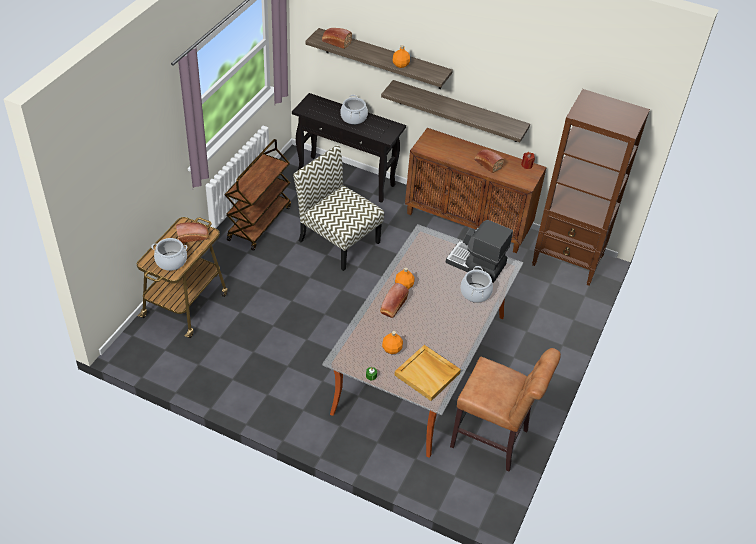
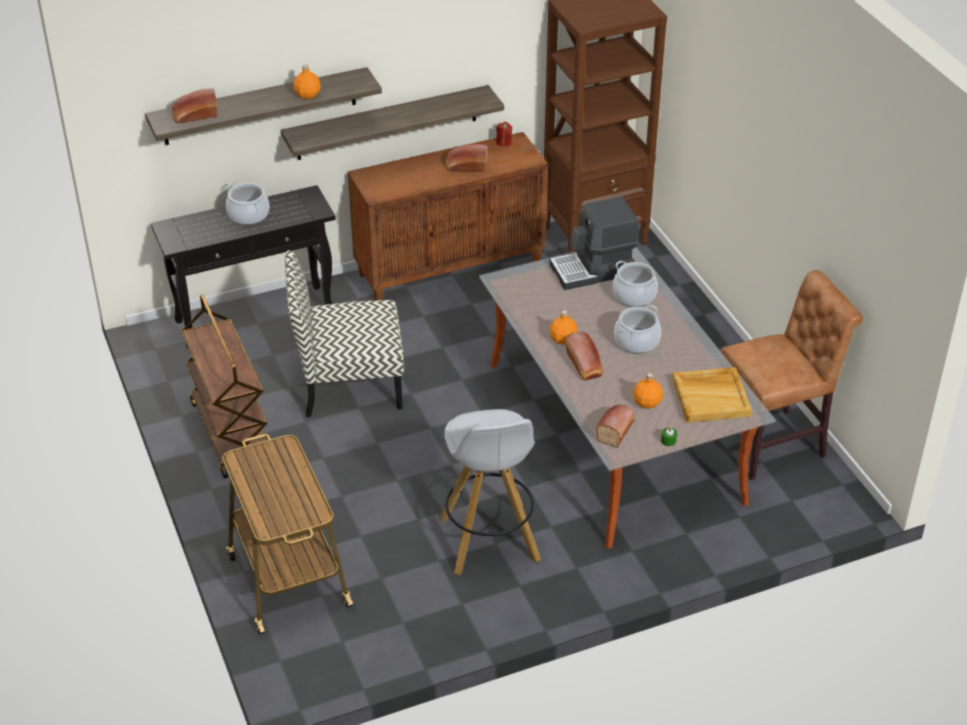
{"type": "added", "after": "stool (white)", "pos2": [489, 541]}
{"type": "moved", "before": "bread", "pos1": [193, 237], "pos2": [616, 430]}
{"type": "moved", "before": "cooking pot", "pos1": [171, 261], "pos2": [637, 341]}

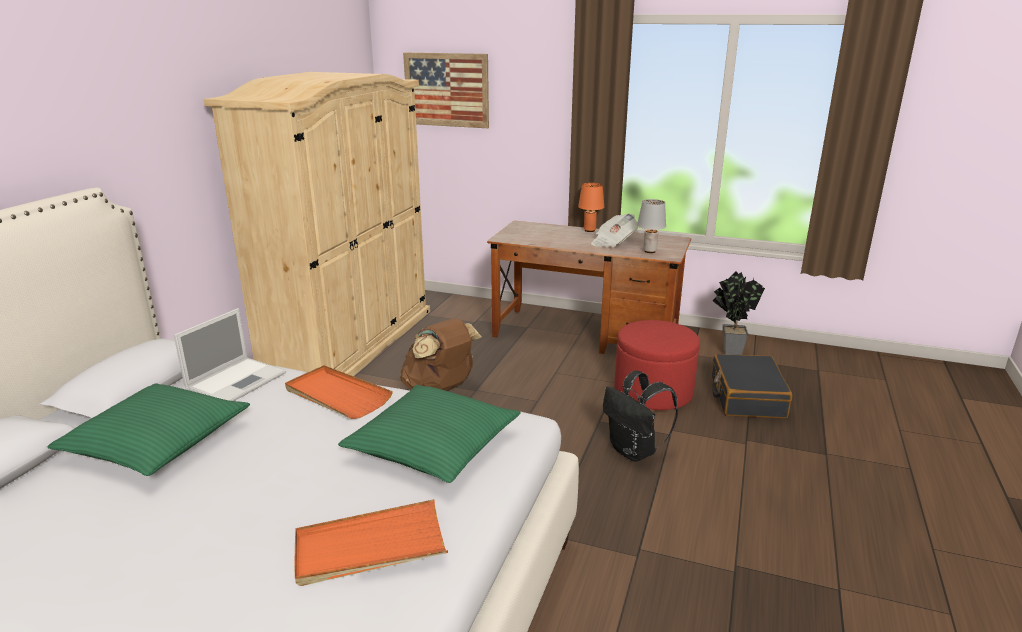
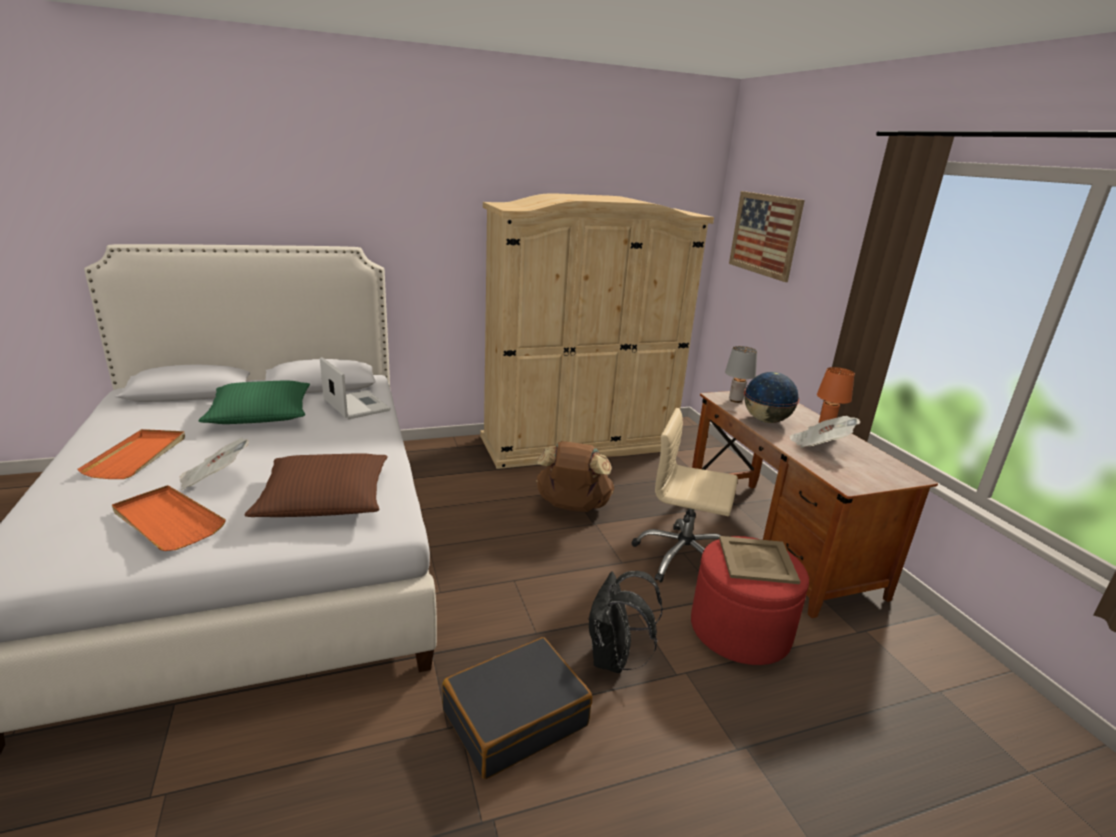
{"type": "moved", "before": "tray (orange)", "pos1": [337, 395], "pos2": [138, 456]}
{"type": "added", "after": "newspaper", "pos2": [214, 479]}
{"type": "recoloured", "before": "pillow (green)", "after": "pillow (brown)", "pos1": [433, 446], "pos2": [324, 499]}
{"type": "turned", "before": "laptop", "pos1": [238, 380], "pos2": [355, 405], "turn": -120}
{"type": "moved", "before": "suitcase (black)", "pos1": [746, 397], "pos2": [515, 717]}
{"type": "added", "after": "office chair (beige)", "pos2": [682, 557]}
{"type": "added", "after": "tray (beige)", "pos2": [756, 560]}
{"type": "moved", "before": "table lamp (grey)", "pos1": [650, 251], "pos2": [735, 400]}
{"type": "added", "after": "globe", "pos2": [766, 421]}
{"type": "removed", "before": "potted plant", "pos1": [728, 351]}

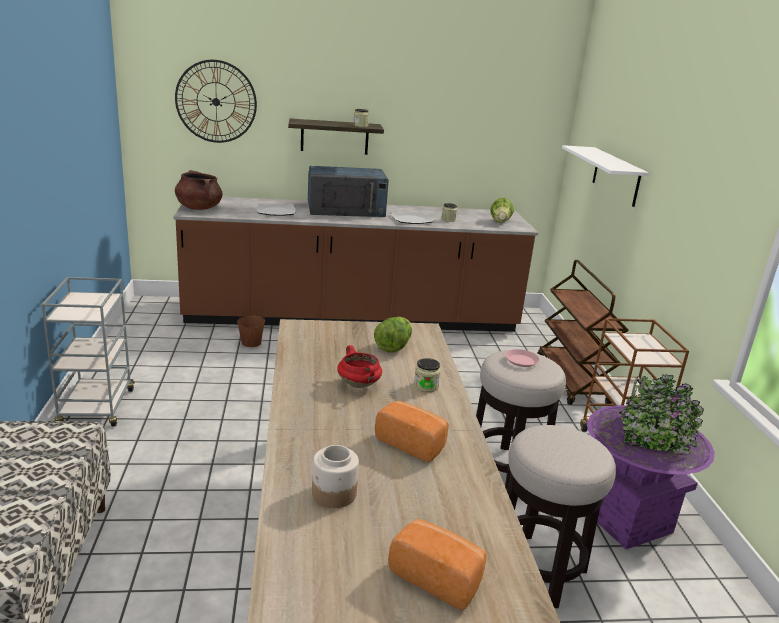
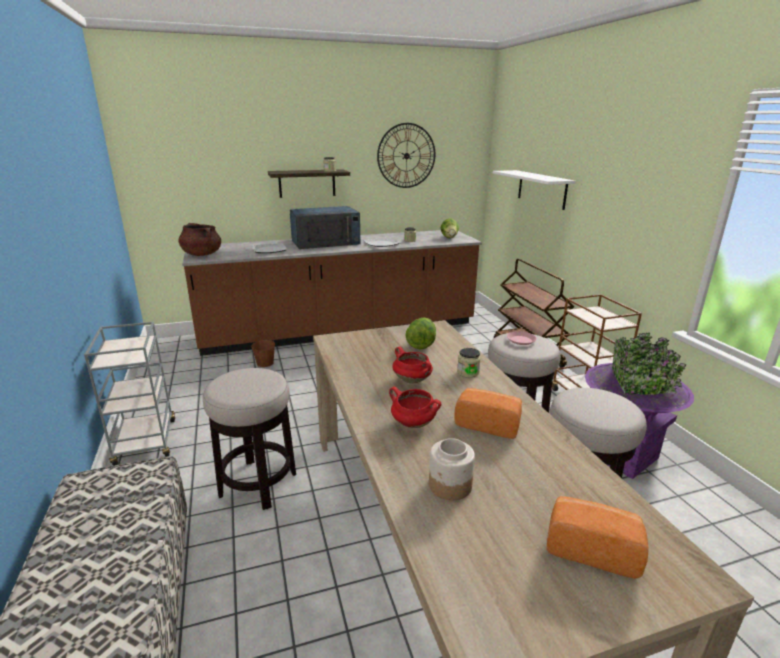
{"type": "added", "after": "stool", "pos2": [258, 484]}
{"type": "moved", "before": "wall clock", "pos1": [216, 102], "pos2": [406, 156]}
{"type": "added", "after": "cooking pot (red)", "pos2": [412, 424]}

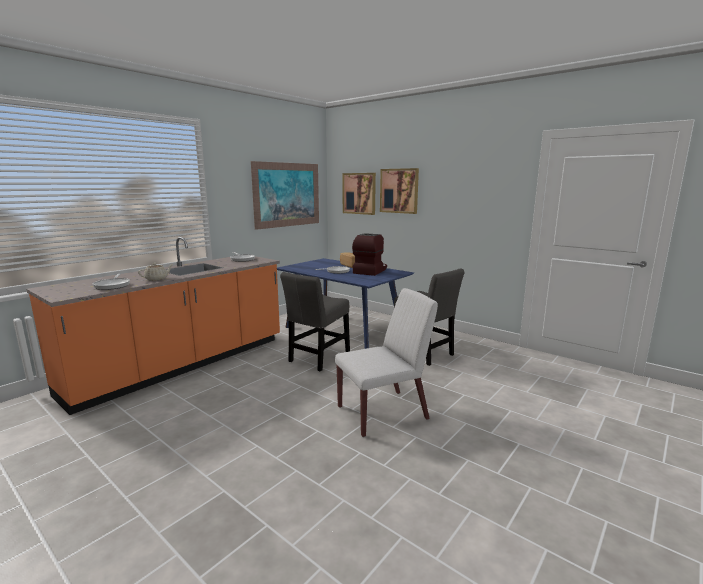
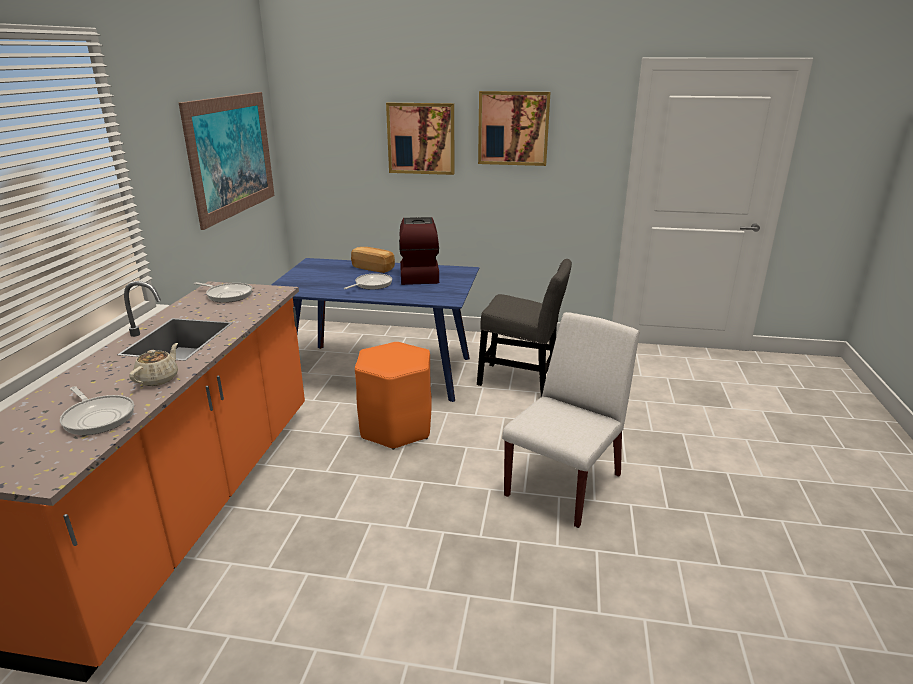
{"type": "replaced", "before": "chair (grey)", "after": "stool (orange)", "pos1": [318, 358], "pos2": [396, 428]}
{"type": "moved", "before": "picture", "pos1": [359, 193], "pos2": [513, 128]}

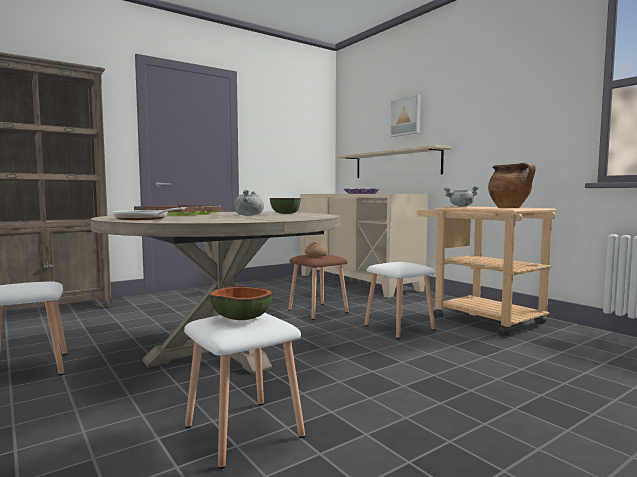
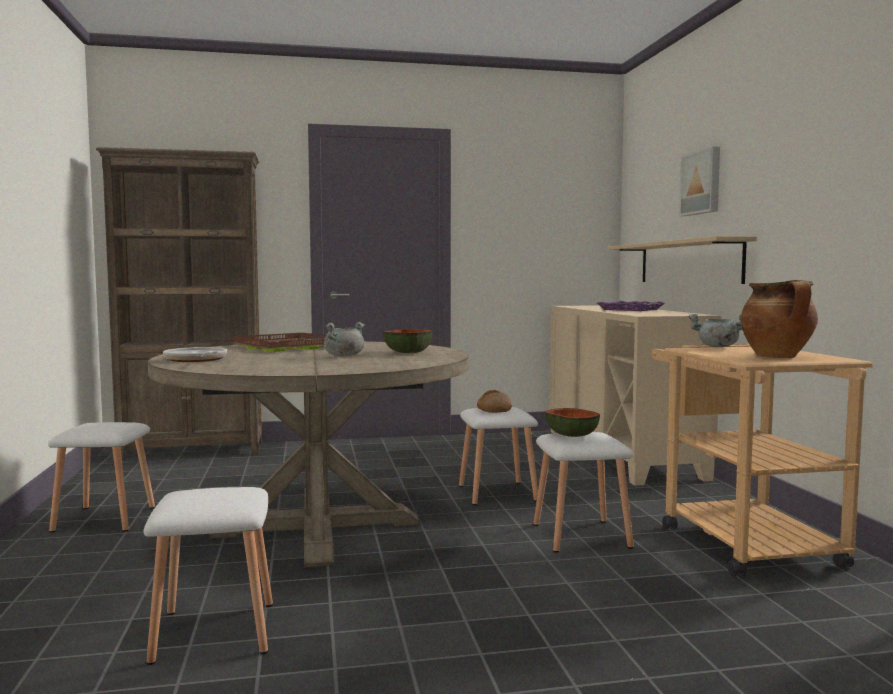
{"type": "recoloured", "before": "stool (brown)", "after": "stool (white)", "pos1": [319, 311], "pos2": [498, 493]}
{"type": "moved", "before": "bowl", "pos1": [240, 318], "pos2": [571, 435]}

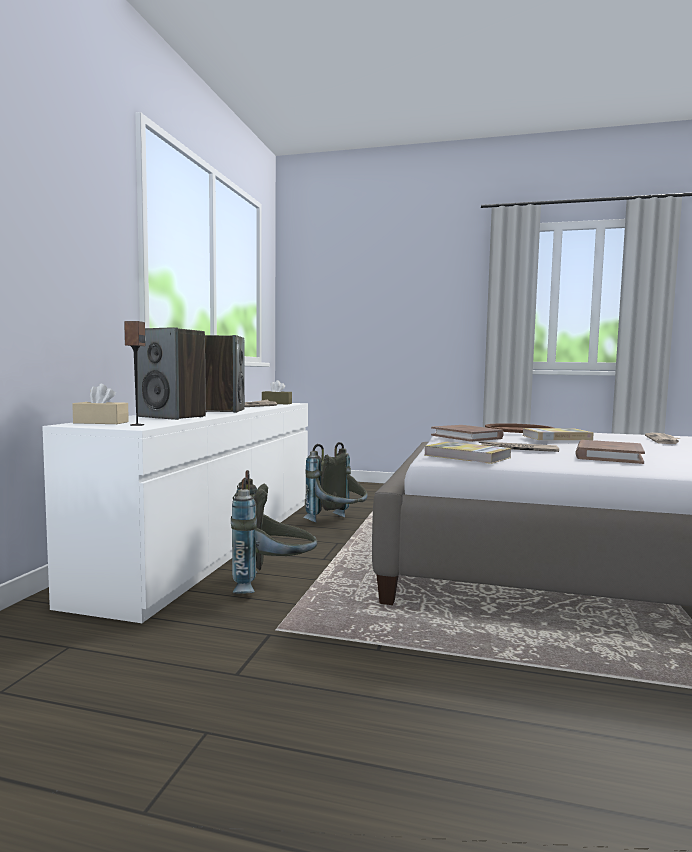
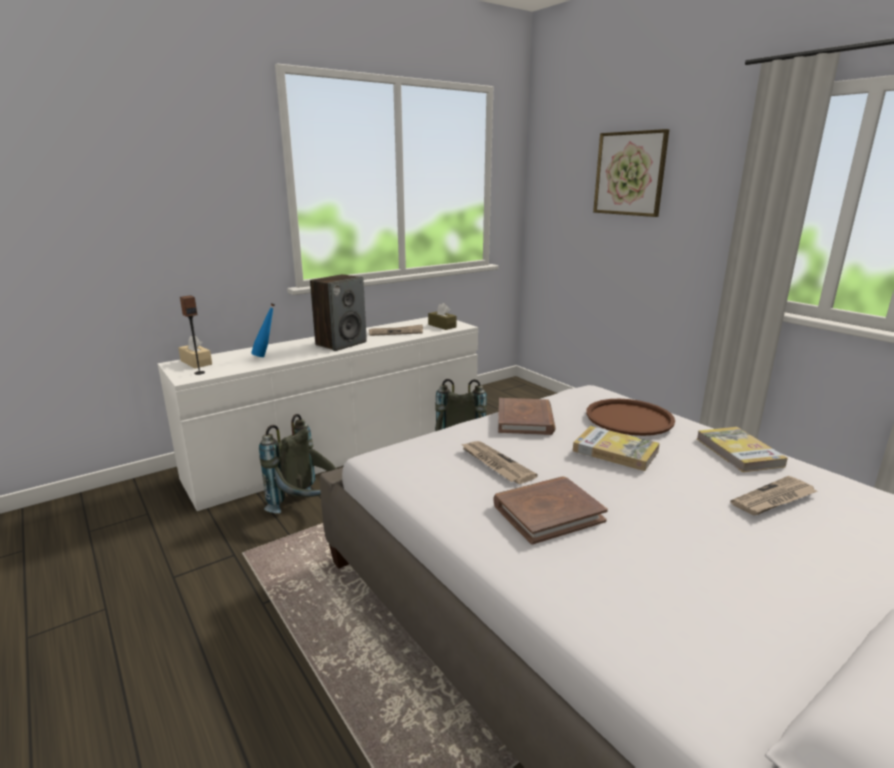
{"type": "replaced", "before": "speaker", "after": "bottle (blue)", "pos1": [172, 417], "pos2": [266, 356]}
{"type": "added", "after": "picture", "pos2": [630, 173]}
{"type": "moved", "before": "book", "pos1": [467, 456], "pos2": [738, 452]}

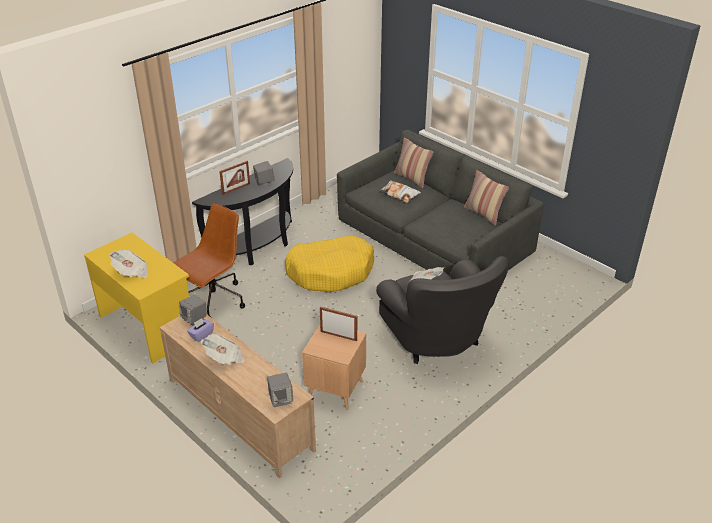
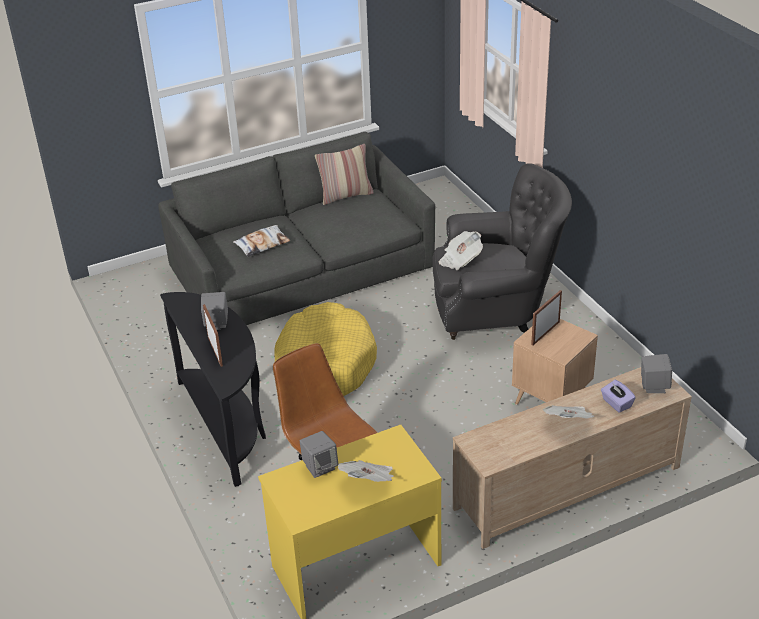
{"type": "moved", "before": "speaker (grey)", "pos1": [194, 319], "pos2": [320, 467]}
{"type": "moved", "before": "tissue box (purple)", "pos1": [201, 335], "pos2": [616, 403]}
{"type": "removed", "before": "pillow", "pos1": [412, 178]}

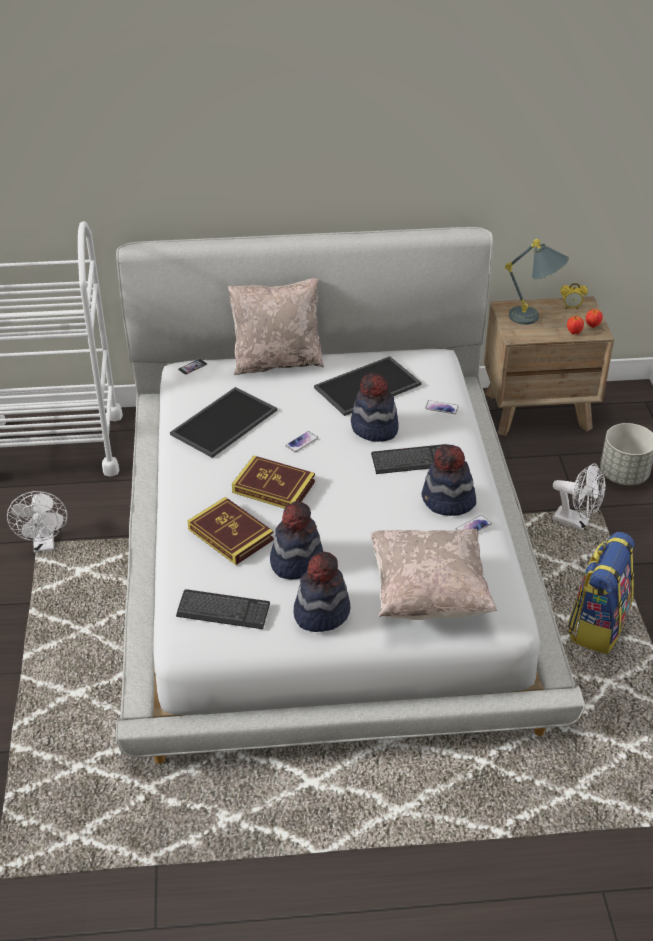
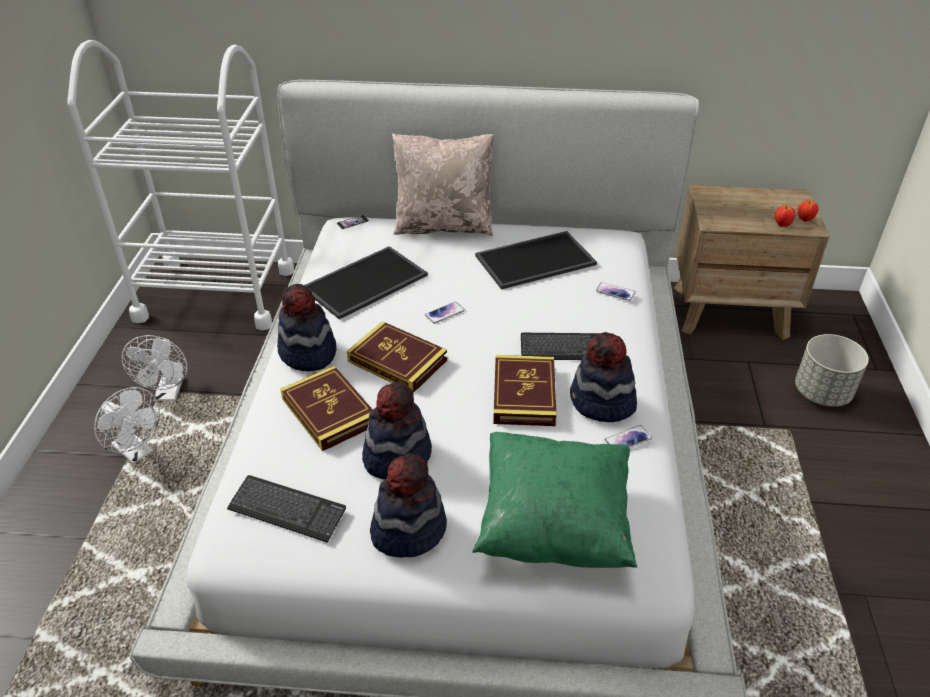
{"type": "moved", "before": "fan (white)", "pos1": [576, 522], "pos2": [137, 452]}
{"type": "moved", "before": "hat", "pos1": [374, 428], "pos2": [307, 353]}
{"type": "recoloured", "before": "pillow (beige)", "after": "pillow (green)", "pos1": [429, 594], "pos2": [554, 524]}
{"type": "added", "after": "book", "pos2": [524, 394]}
{"type": "removed", "before": "table lamp (grey)", "pos1": [534, 319]}
{"type": "removed", "before": "alarm clock", "pos1": [571, 308]}
{"type": "removed", "before": "backpack", "pos1": [597, 625]}

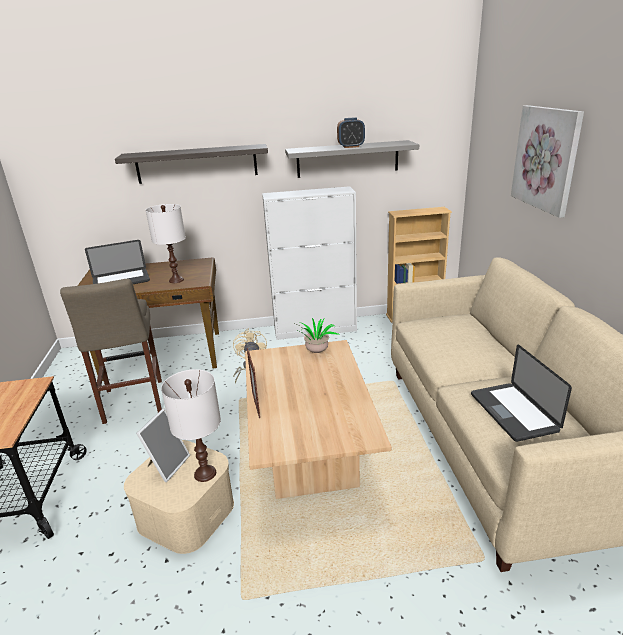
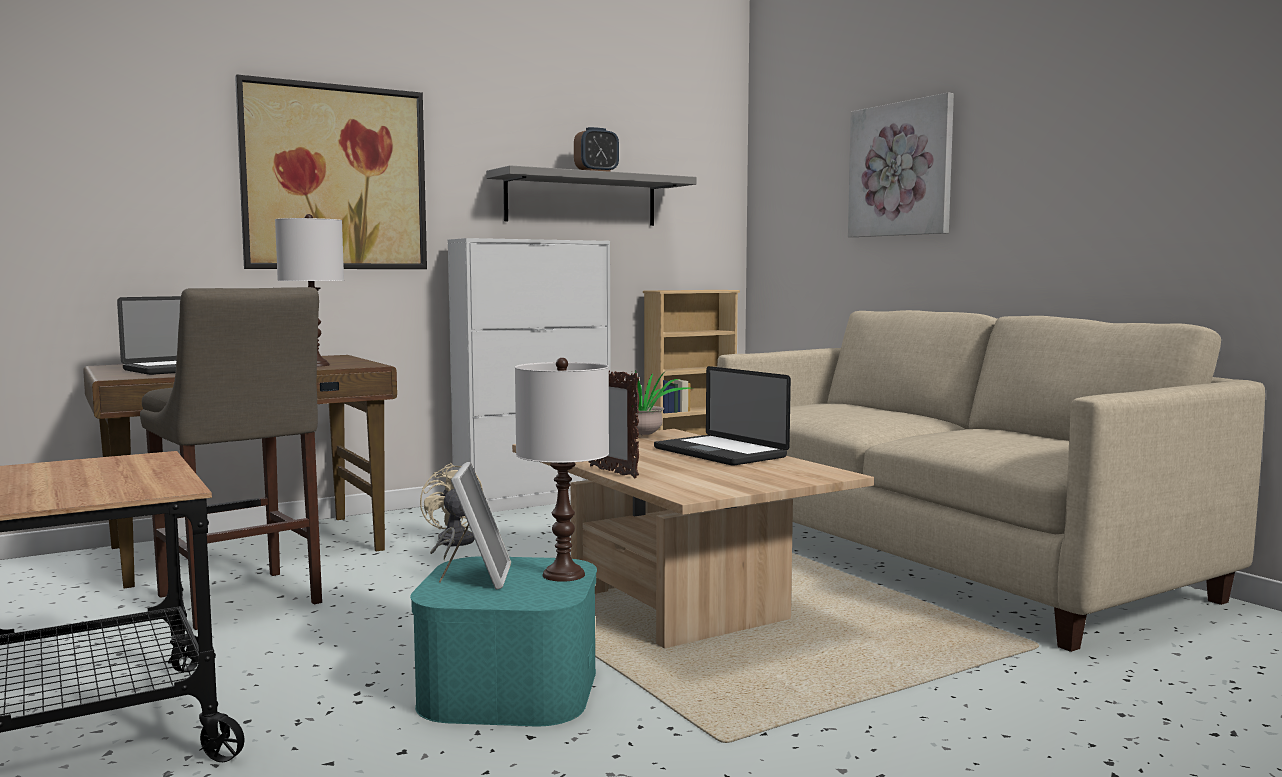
{"type": "replaced", "before": "shelf", "after": "picture", "pos1": [197, 164], "pos2": [334, 178]}
{"type": "recoloured", "before": "storage box (beige)", "after": "storage box (turquoise)", "pos1": [186, 512], "pos2": [509, 687]}
{"type": "moved", "before": "laptop", "pos1": [513, 412], "pos2": [719, 453]}

